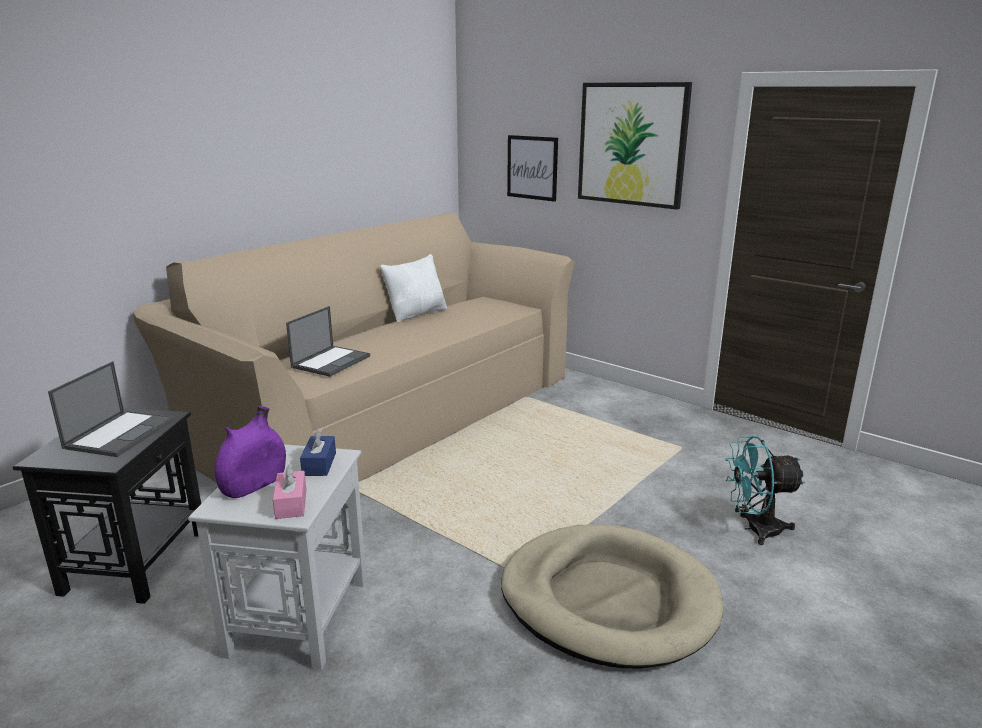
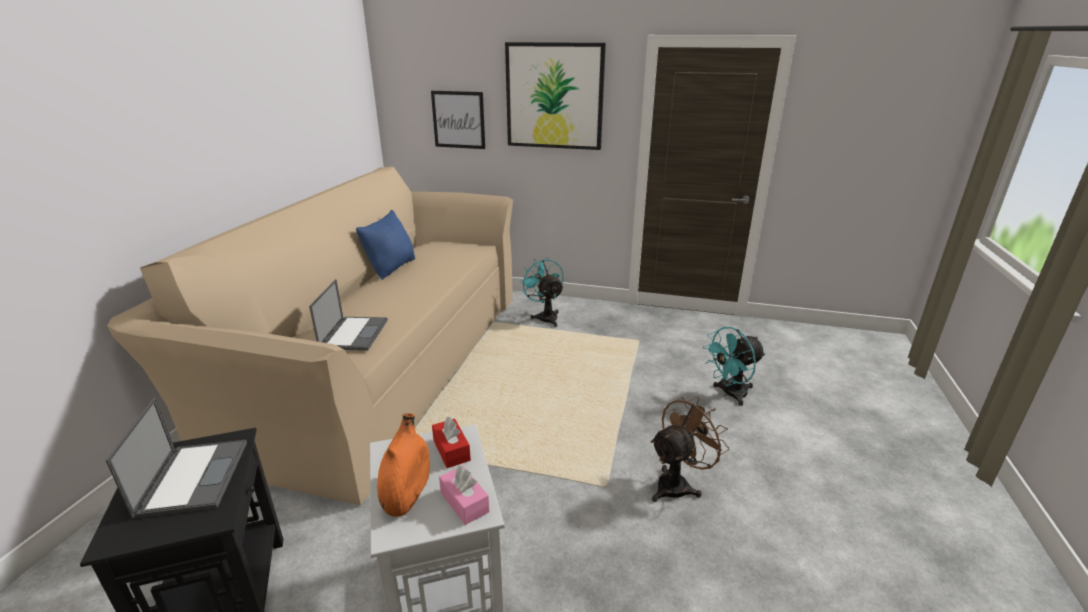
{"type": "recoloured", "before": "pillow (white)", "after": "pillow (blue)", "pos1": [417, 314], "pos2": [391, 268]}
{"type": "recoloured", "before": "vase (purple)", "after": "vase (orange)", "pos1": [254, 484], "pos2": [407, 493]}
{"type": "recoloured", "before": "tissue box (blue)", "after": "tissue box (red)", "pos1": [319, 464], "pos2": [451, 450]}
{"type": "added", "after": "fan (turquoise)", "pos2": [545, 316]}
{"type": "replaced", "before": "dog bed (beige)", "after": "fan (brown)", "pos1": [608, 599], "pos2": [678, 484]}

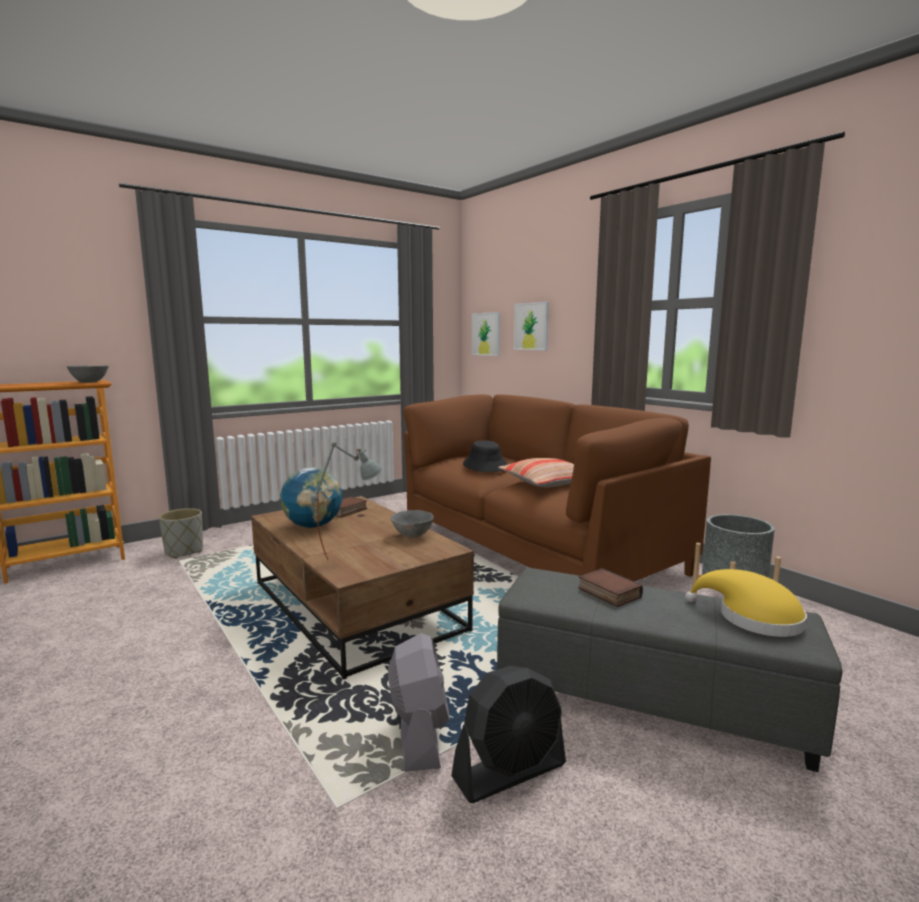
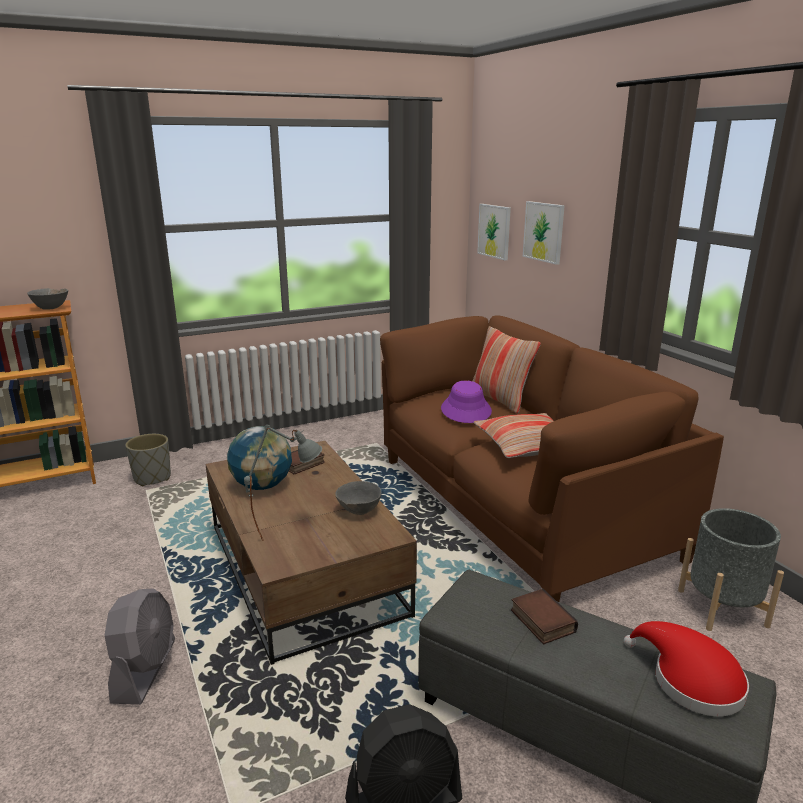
{"type": "moved", "before": "fan (grey)", "pos1": [419, 734], "pos2": [145, 670]}
{"type": "recoloured", "before": "hat (black)", "after": "hat (purple)", "pos1": [485, 465], "pos2": [466, 410]}
{"type": "added", "after": "pillow", "pos2": [500, 400]}
{"type": "recoloured", "before": "hat (yellow)", "after": "hat (red)", "pos1": [752, 618], "pos2": [690, 680]}

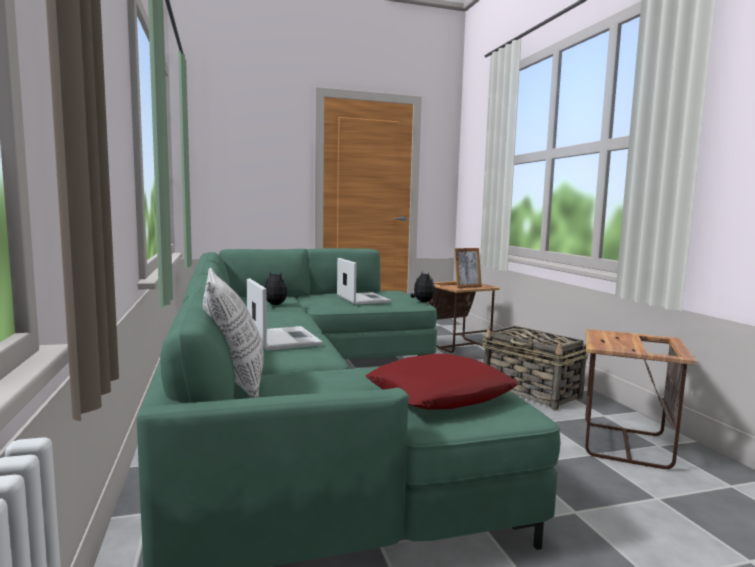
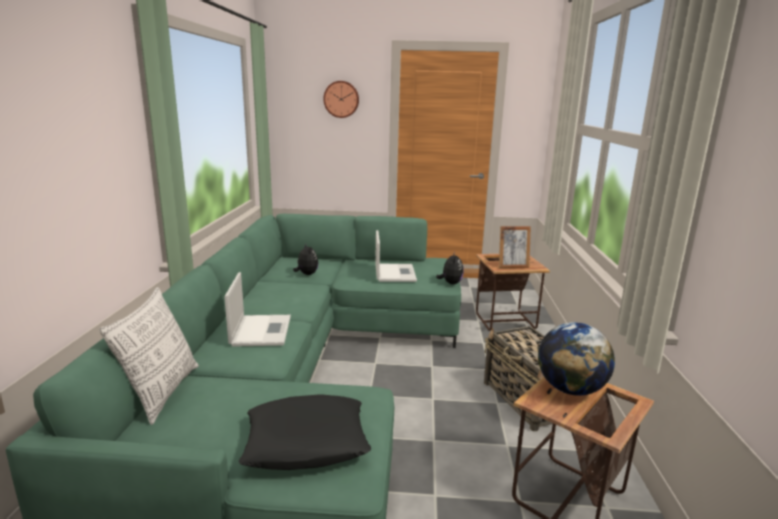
{"type": "recoloured", "before": "pillow (red)", "after": "pillow (black)", "pos1": [440, 394], "pos2": [306, 441]}
{"type": "added", "after": "wall clock", "pos2": [341, 99]}
{"type": "added", "after": "globe", "pos2": [570, 389]}

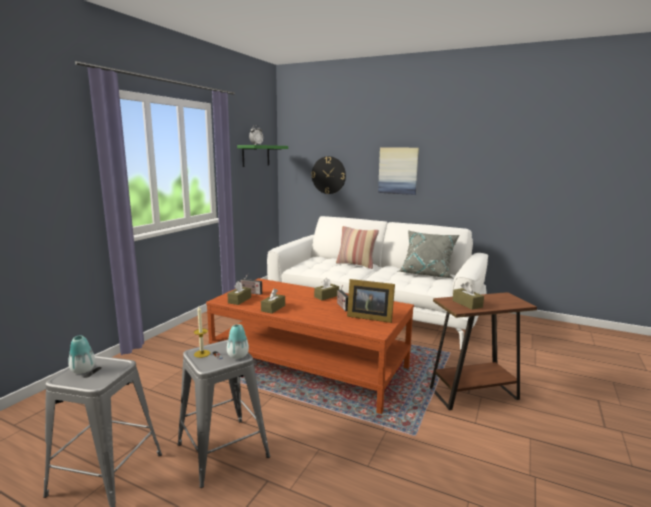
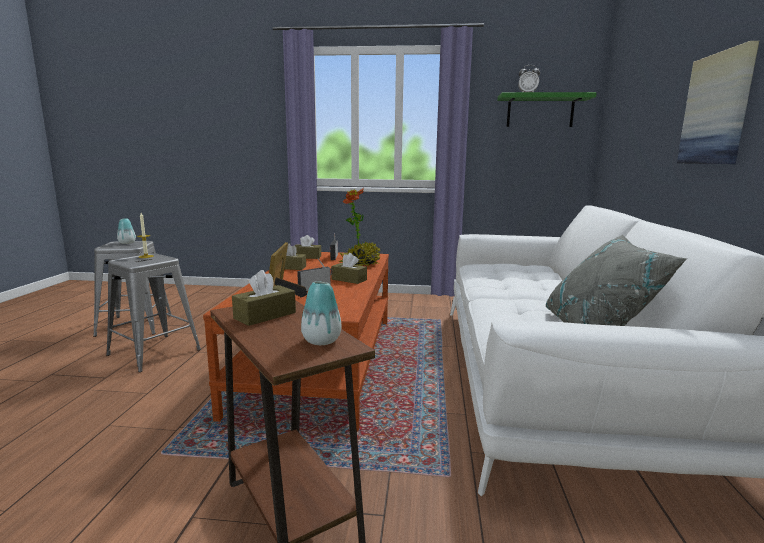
{"type": "moved", "before": "vase", "pos1": [238, 355], "pos2": [321, 341]}
{"type": "added", "after": "potted plant", "pos2": [360, 264]}
{"type": "removed", "before": "wall clock", "pos1": [328, 175]}
{"type": "removed", "before": "pillow", "pos1": [356, 264]}

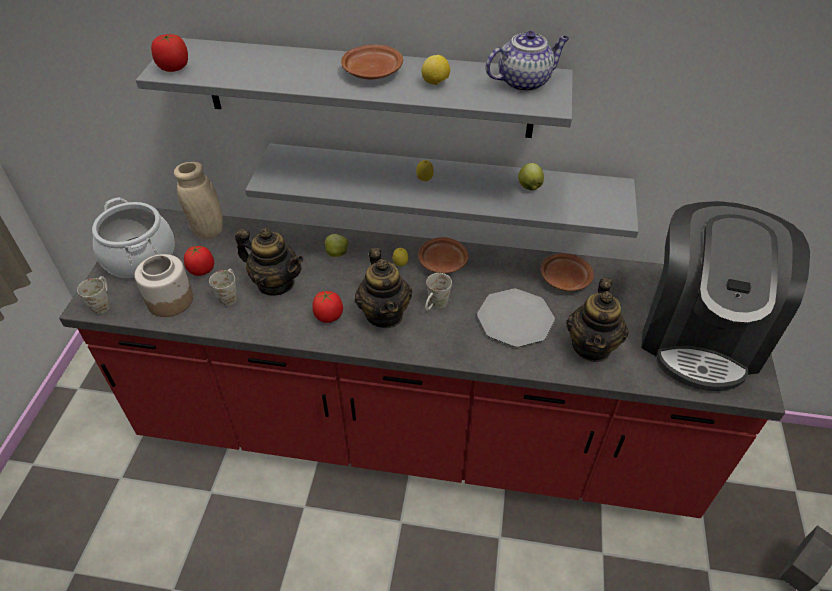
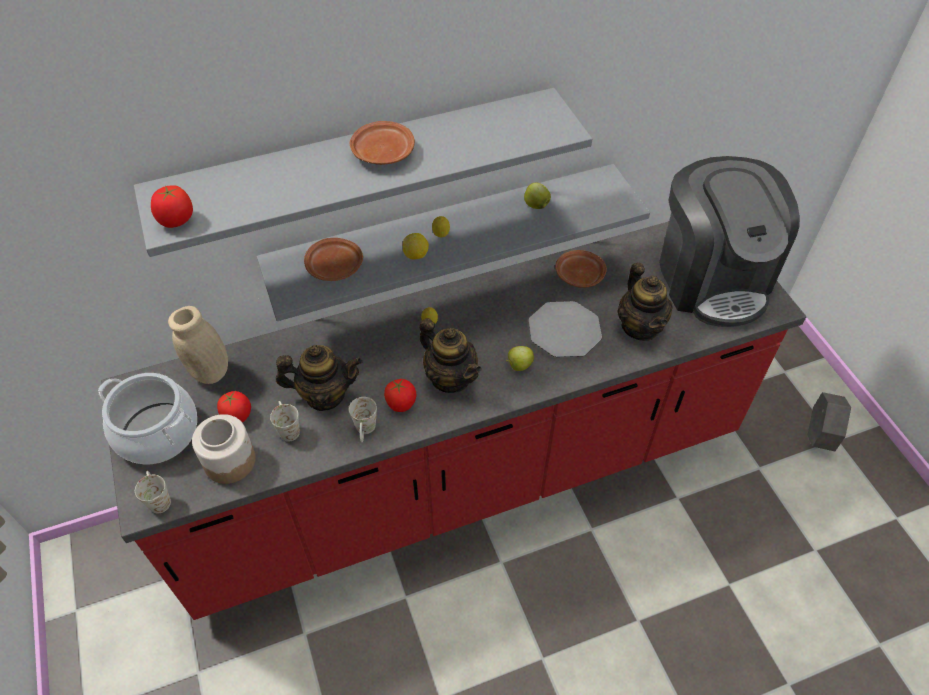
{"type": "moved", "before": "plate (brown)", "pos1": [443, 263], "pos2": [335, 267]}
{"type": "moved", "before": "mug (white)", "pos1": [435, 306], "pos2": [365, 431]}
{"type": "moved", "before": "lemon", "pos1": [435, 83], "pos2": [416, 255]}
{"type": "moved", "before": "apple", "pos1": [336, 253], "pos2": [518, 365]}
{"type": "removed", "before": "teapot", "pos1": [524, 81]}

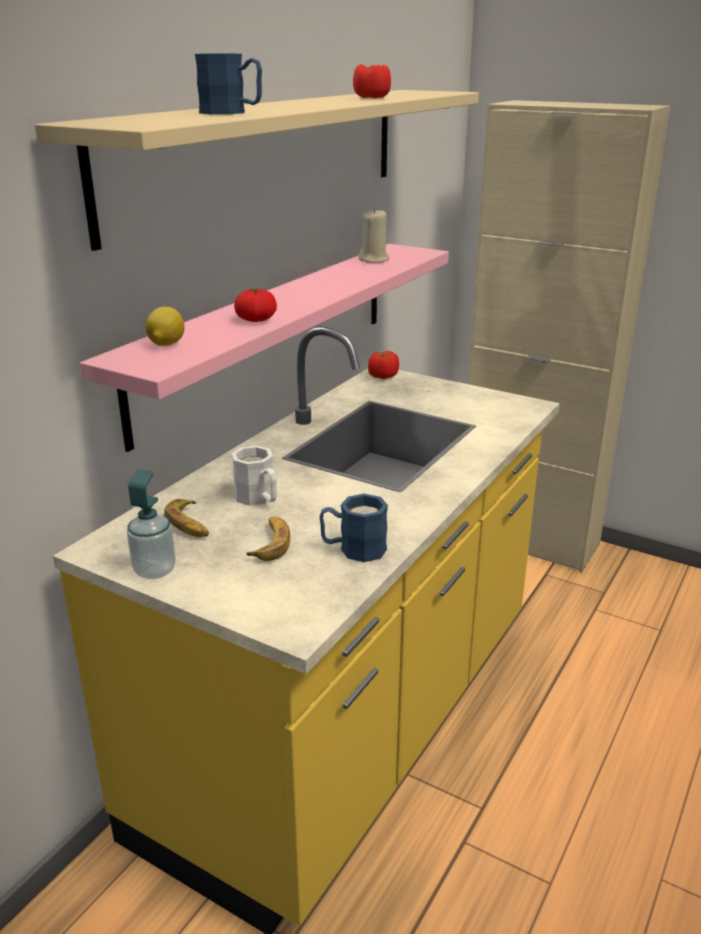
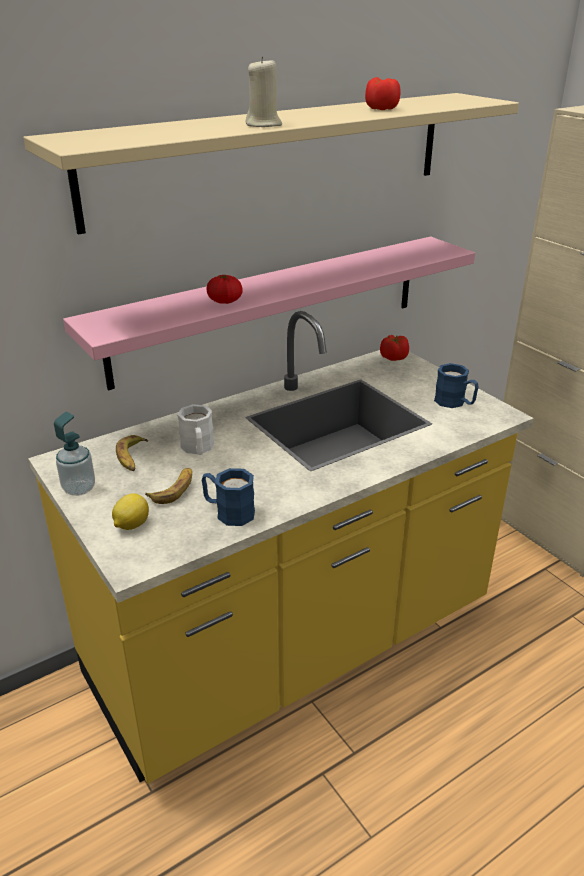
{"type": "moved", "before": "lemon", "pos1": [165, 344], "pos2": [131, 525]}
{"type": "moved", "before": "candle (beige)", "pos1": [374, 260], "pos2": [264, 125]}
{"type": "moved", "before": "mug (blue)", "pos1": [231, 112], "pos2": [455, 403]}

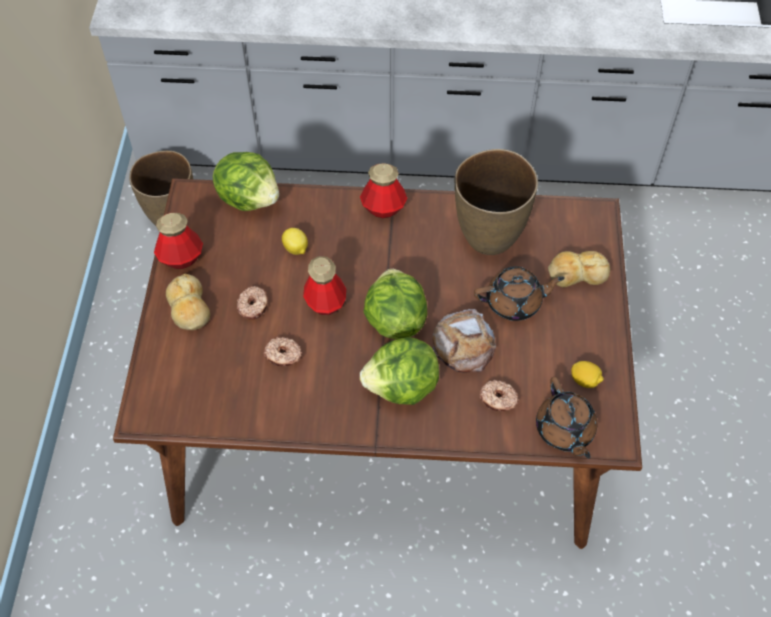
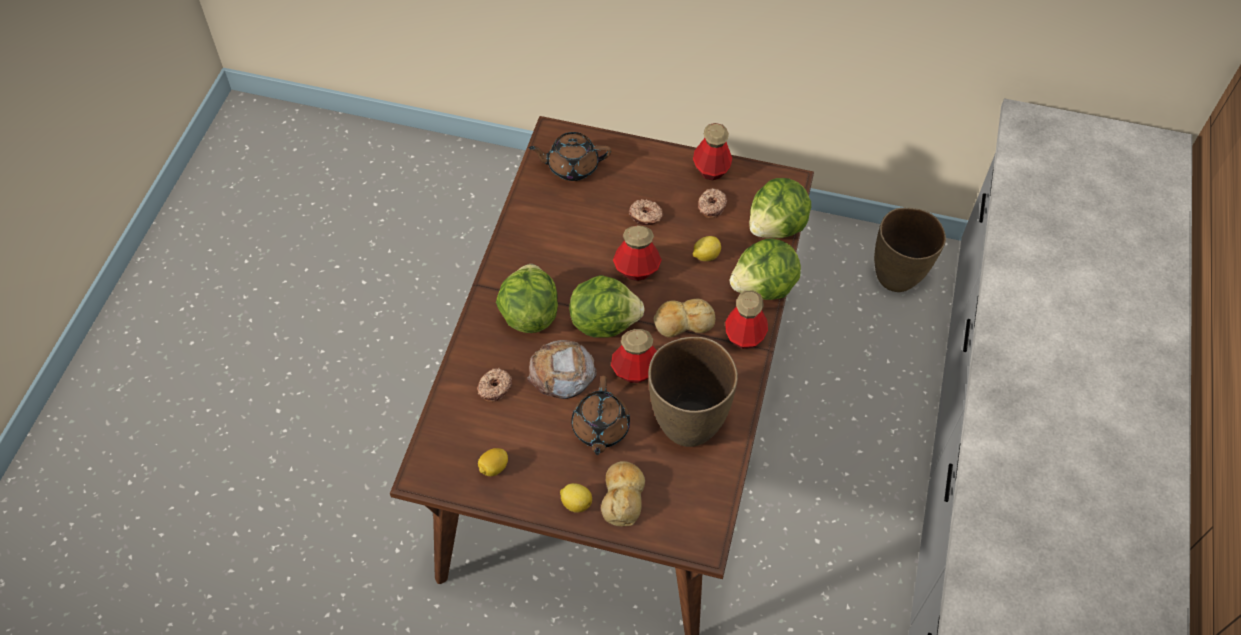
{"type": "moved", "before": "teapot (brown)", "pos1": [564, 430], "pos2": [571, 166]}
{"type": "added", "after": "lemon", "pos2": [575, 503]}
{"type": "added", "after": "bottle", "pos2": [635, 371]}
{"type": "moved", "before": "bread", "pos1": [189, 308], "pos2": [683, 322]}
{"type": "moved", "before": "donut", "pos1": [283, 355], "pos2": [711, 206]}
{"type": "added", "after": "lettuce", "pos2": [764, 287]}

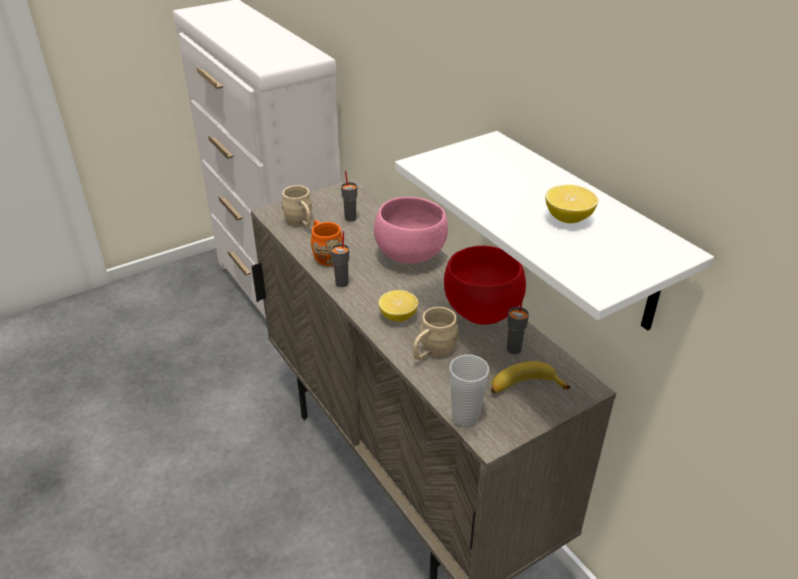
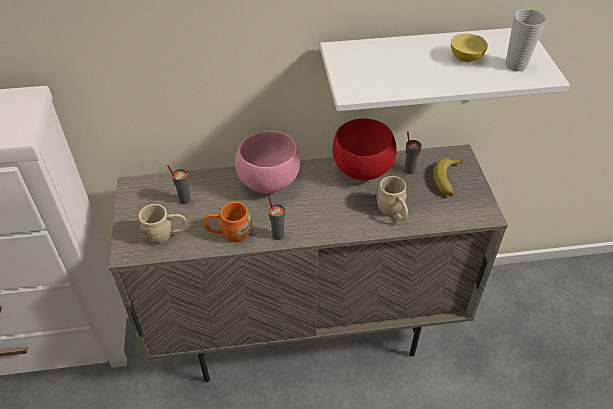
{"type": "moved", "before": "cup", "pos1": [465, 417], "pos2": [516, 65]}
{"type": "removed", "before": "lemon", "pos1": [398, 316]}

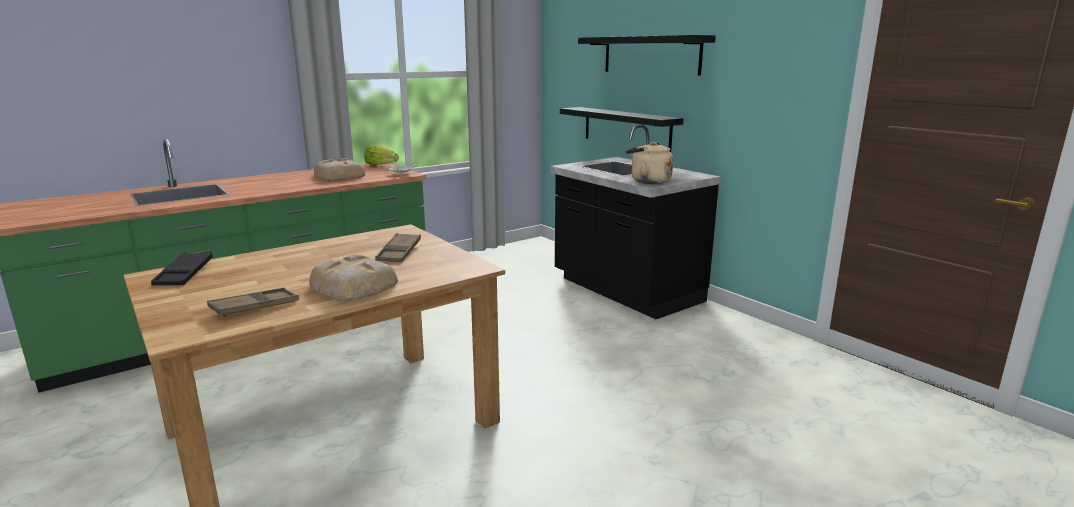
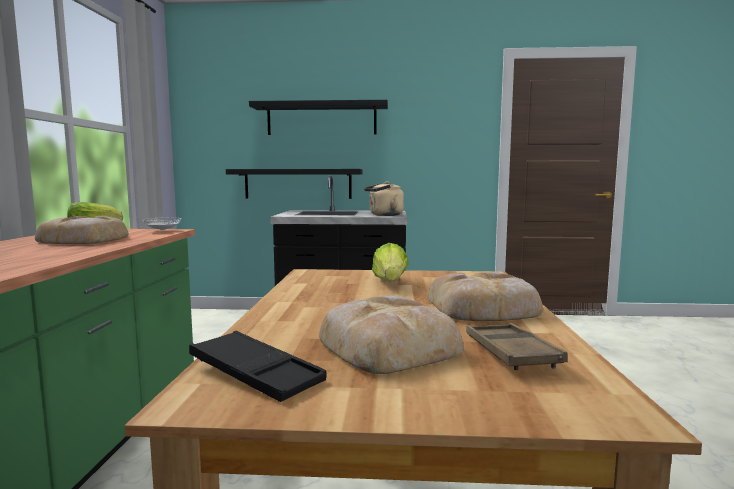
{"type": "added", "after": "bread", "pos2": [388, 345]}
{"type": "replaced", "before": "tray (brown)", "after": "lettuce", "pos1": [399, 252], "pos2": [390, 283]}

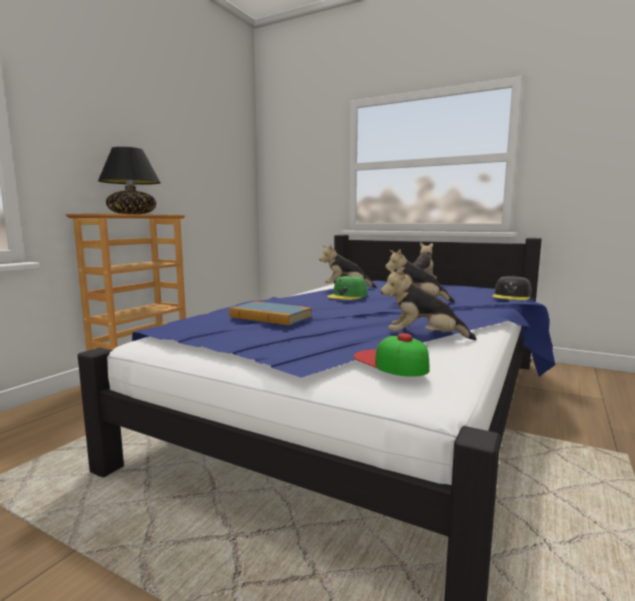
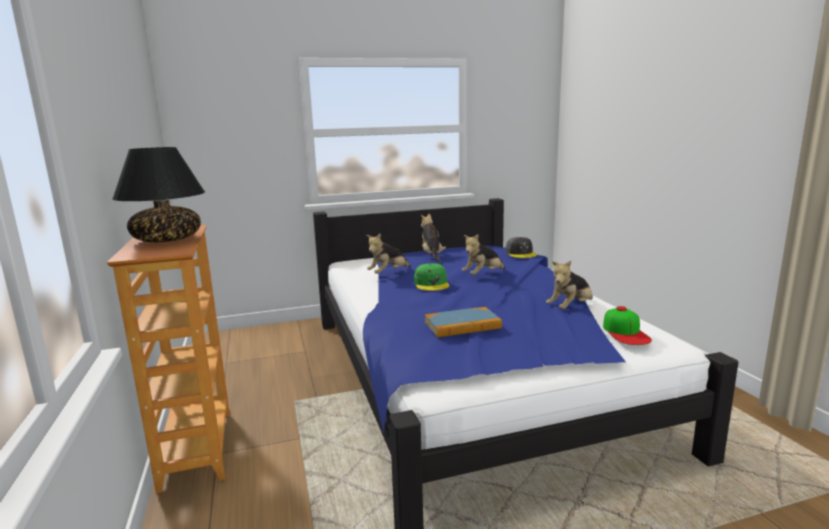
{"type": "turned", "before": "cap", "pos1": [390, 362], "pos2": [625, 332], "turn": -105}

